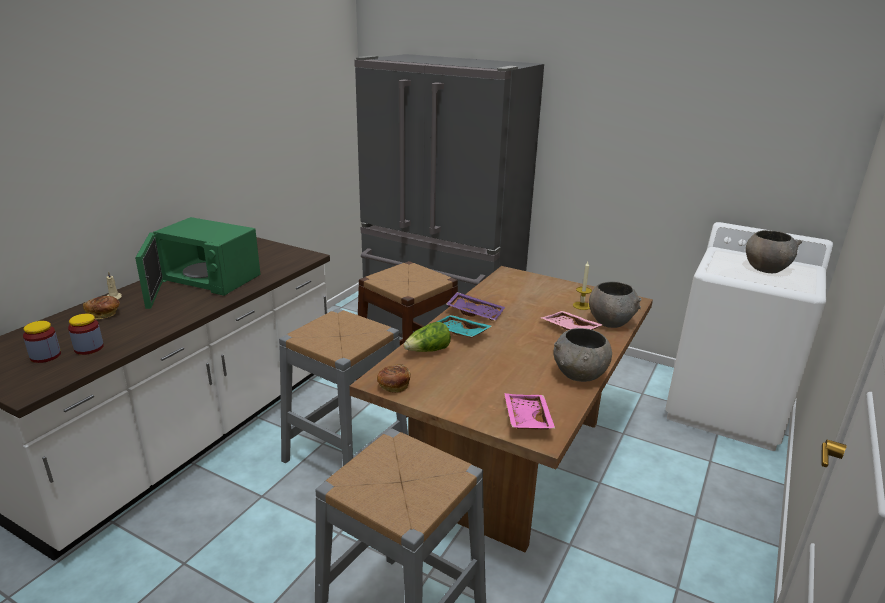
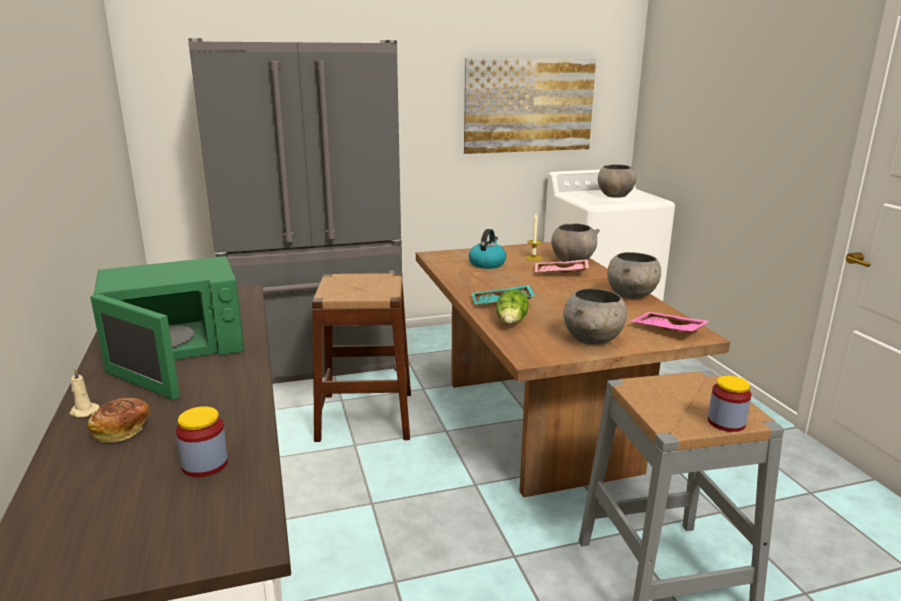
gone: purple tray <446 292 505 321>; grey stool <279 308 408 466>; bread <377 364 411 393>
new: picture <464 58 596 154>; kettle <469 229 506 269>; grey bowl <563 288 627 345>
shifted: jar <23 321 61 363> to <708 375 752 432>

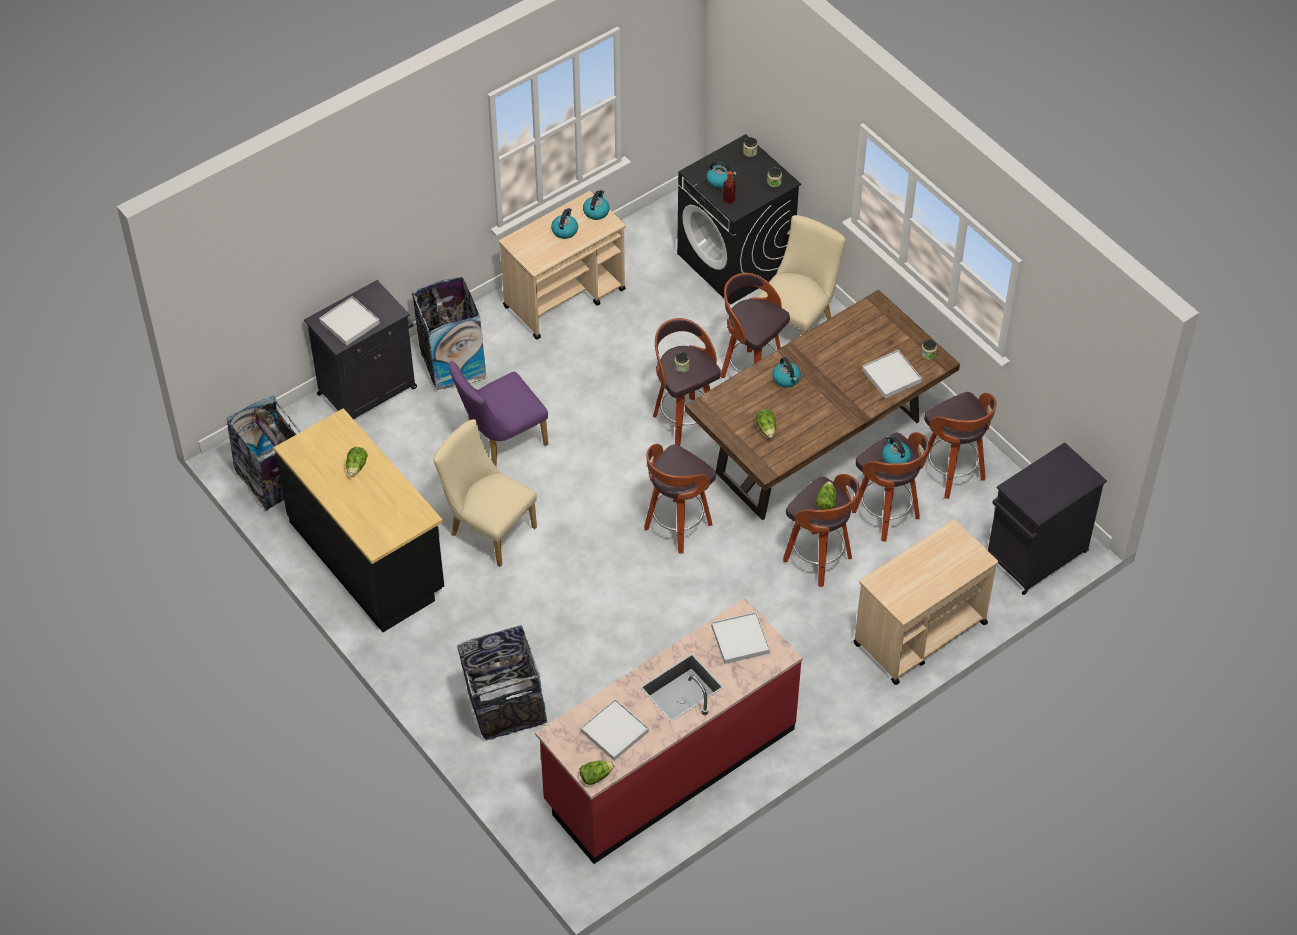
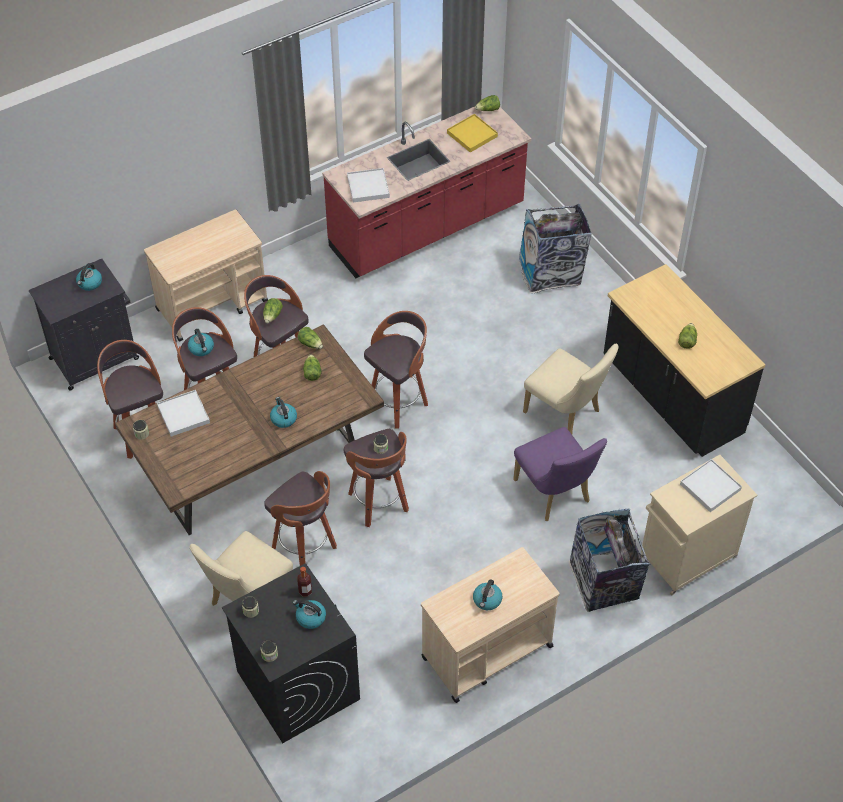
gone: trash can <226 395 301 510>
new: lettuce <298 327 323 349>
shifted: kettle <583 190 610 220> to <76 263 102 291>
repainted: black cabinet <304 280 417 419> to beige cabinet <641 455 757 595>; white tray <580 699 649 761> to yellow tray <447 114 498 153>
rotated: purple chair <449 361 548 466> = <513 427 607 521> 90 degrees clockwise

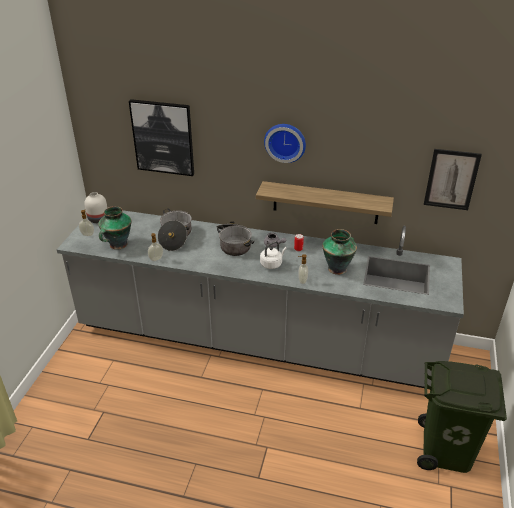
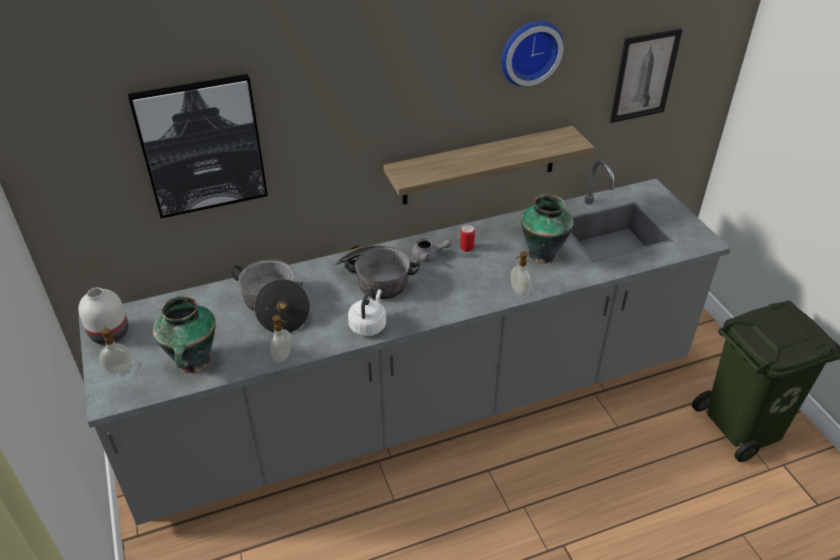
shifted: wall clock <264 124 306 163> to <501 21 564 86>; white kettle <260 241 287 269> to <348 287 386 336>

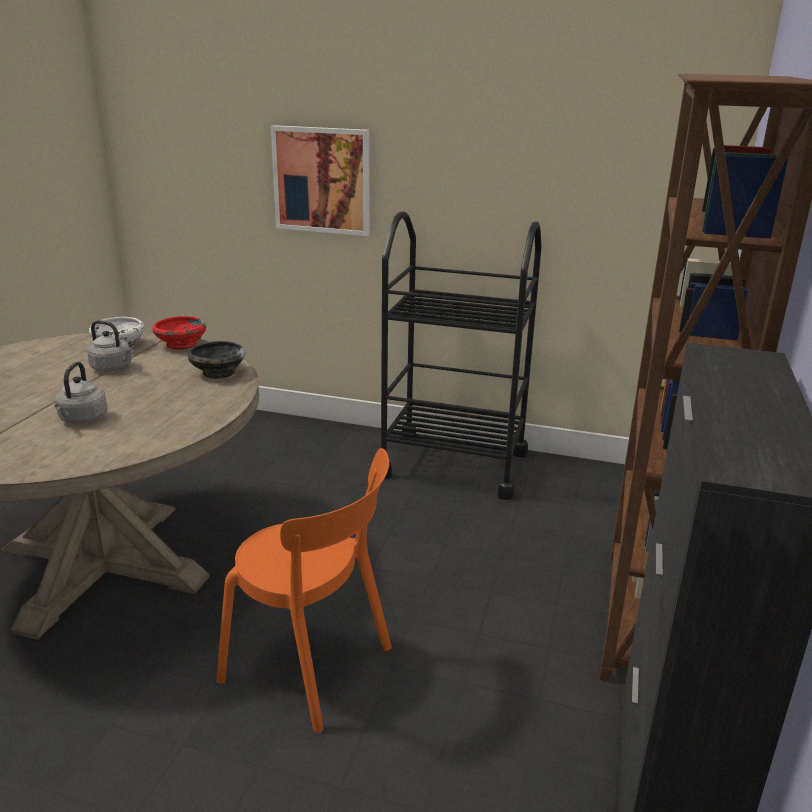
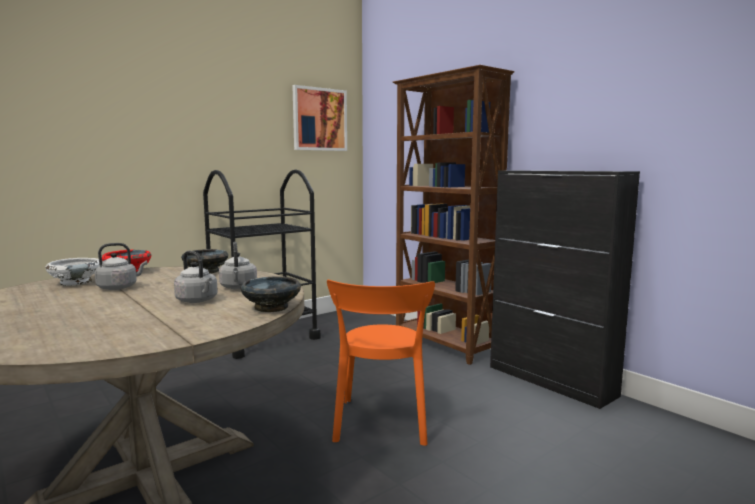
new: grey kettle <219 242 257 289>; black bowl <241 276 301 312>
shifted: picture <271 125 370 236> to <292 85 347 151>
rotated: orange chair <216 448 392 733> = <327 280 435 446> 120 degrees clockwise

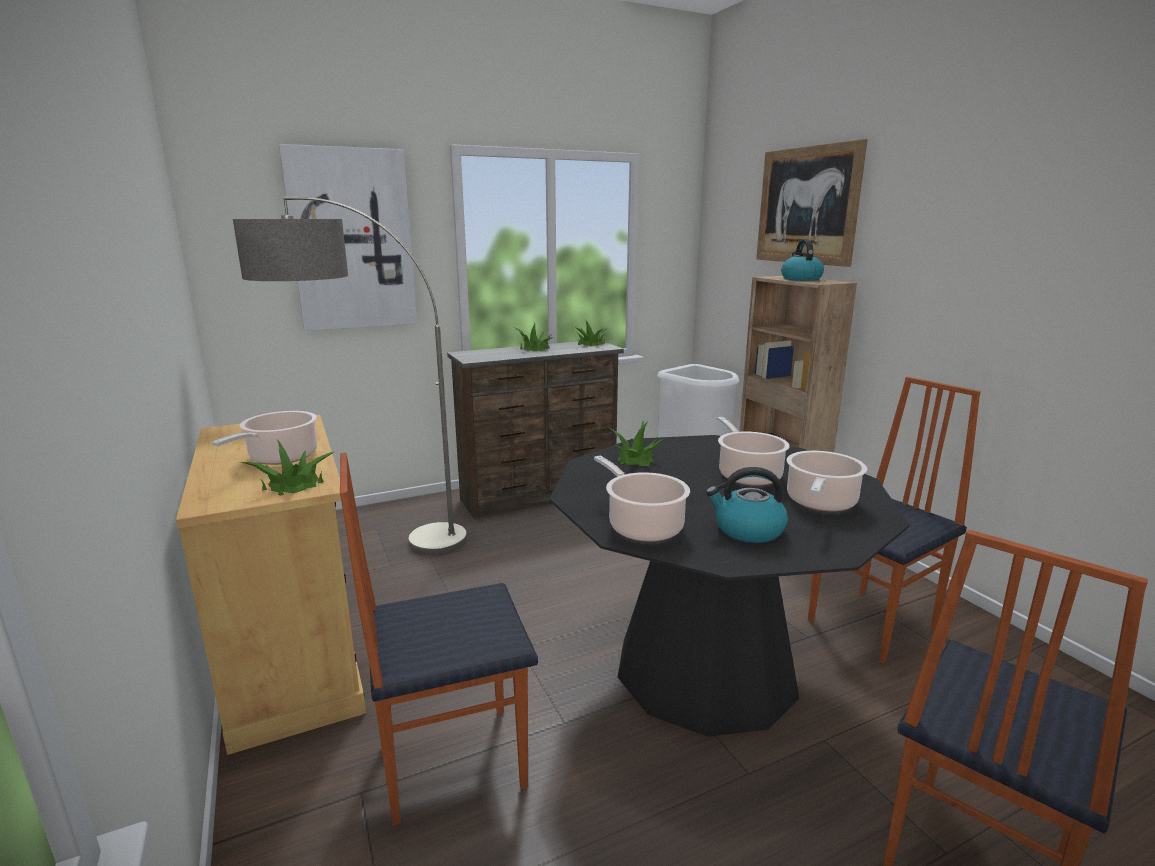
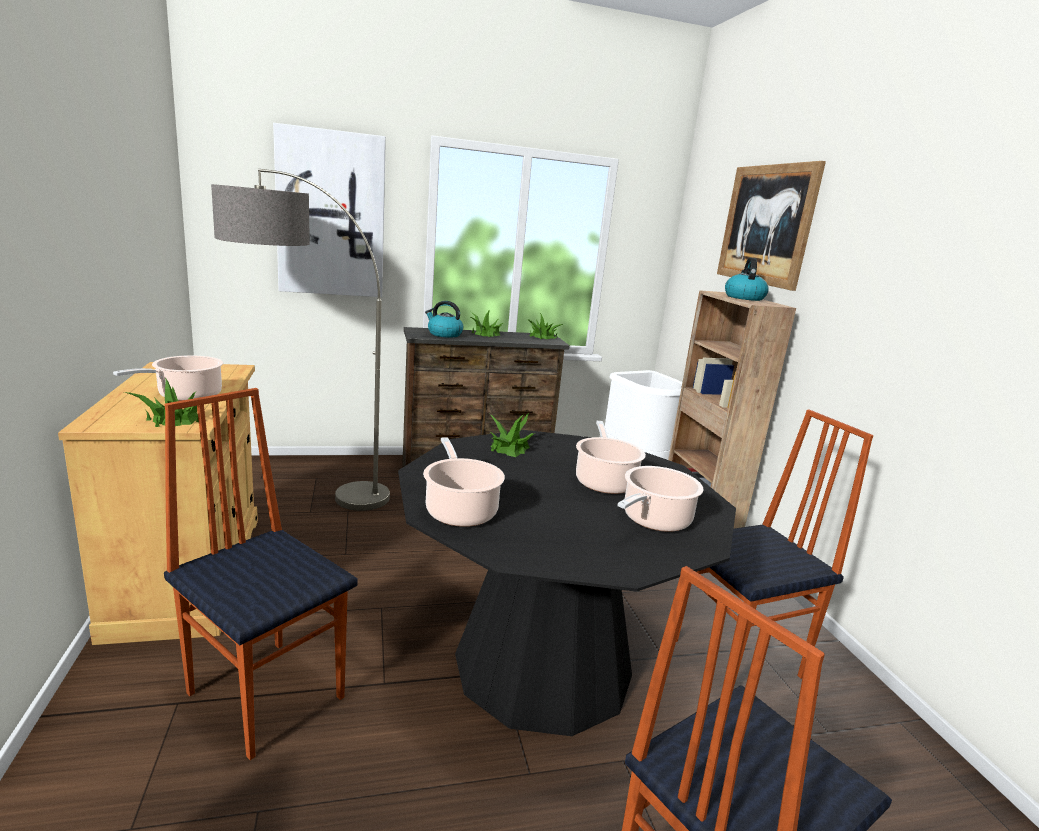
shifted: kettle <706 467 788 543> to <425 301 463 338>
rotated: chair <340 452 538 825> = <164 388 358 760> 45 degrees clockwise

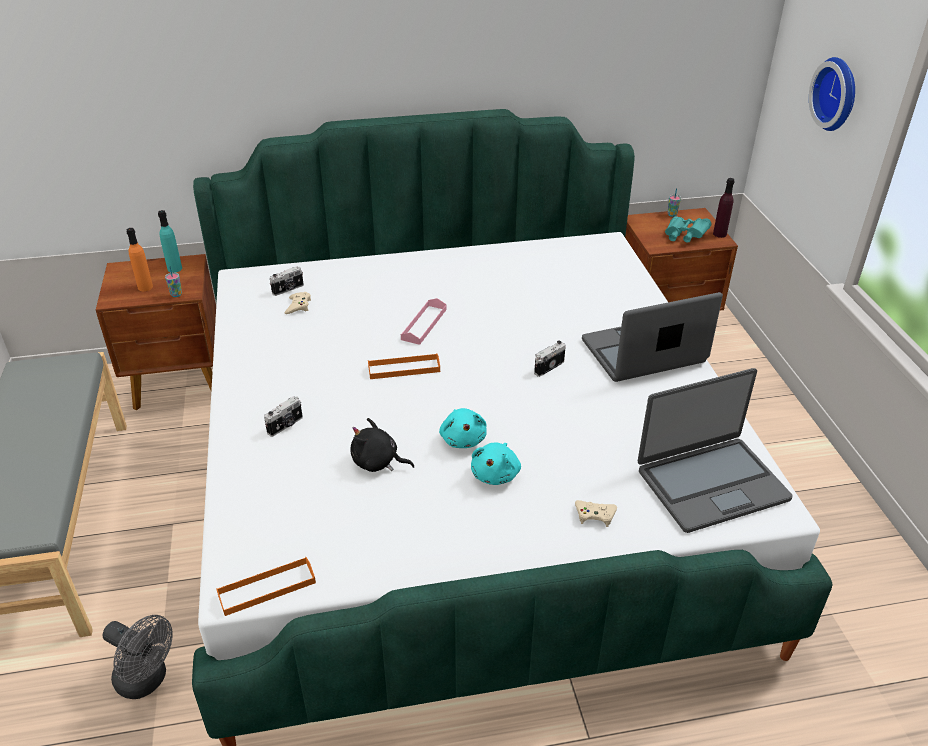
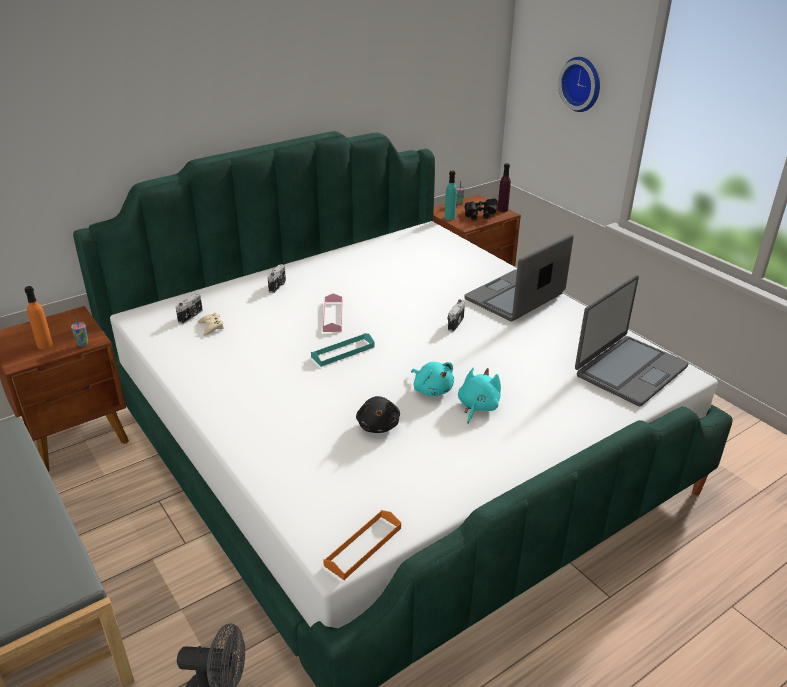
gone: beige game controller <575 500 617 527>
shifted: turquoise bottle <158 210 182 272> to <445 171 457 220>; photo camera <264 396 303 437> to <268 264 286 293>
repainted: turquoise binoculars <665 216 712 243> to black binoculars <465 198 498 220>; orange tray <368 353 440 379> to turquoise tray <311 333 375 367>
rotated: black plush toy <350 418 414 472> = <356 396 400 433> 90 degrees counterclockwise; turquoise plush toy <471 443 521 485> = <458 368 501 423> 150 degrees counterclockwise

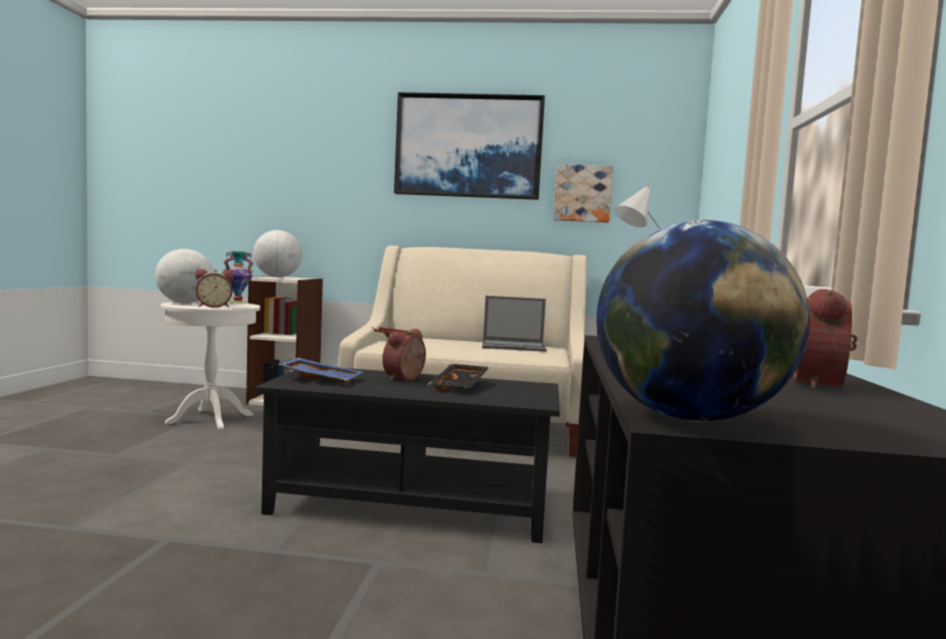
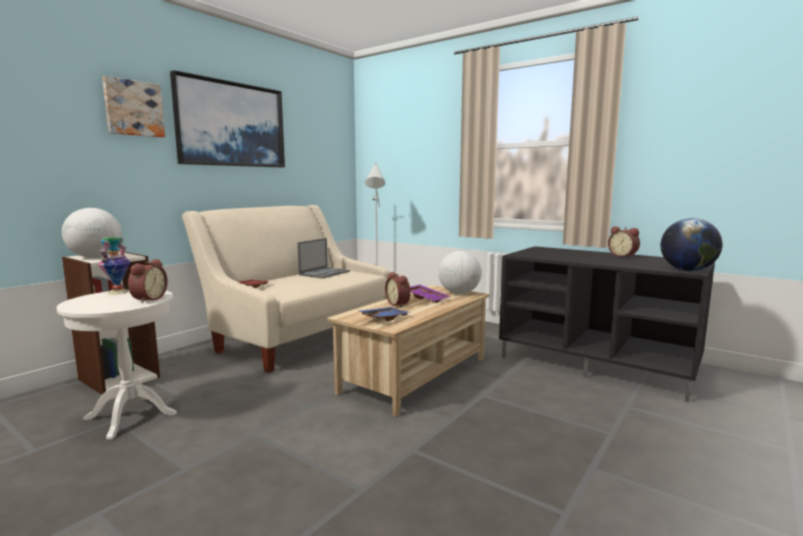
shifted: picture <553 164 613 223> to <102 76 165 137>; globe <155 249 214 303> to <438 251 482 294>
repainted: black tray <429 364 489 392> to purple tray <410 285 450 303>; black coffee table <254 368 560 543> to beige coffee table <327 285 490 417>

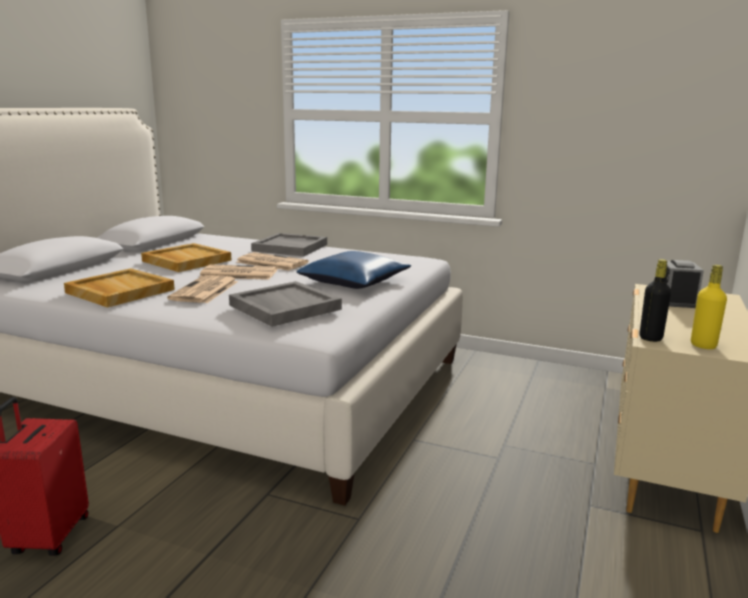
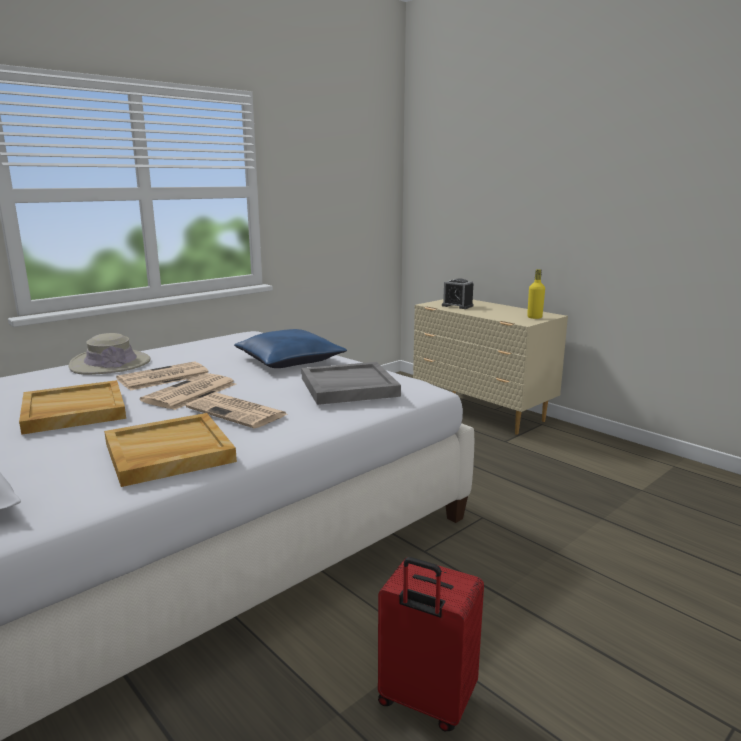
gone: black bottle <640 259 671 342>
swapped: grey tray <251 233 327 256> to beige hat <68 333 151 375>

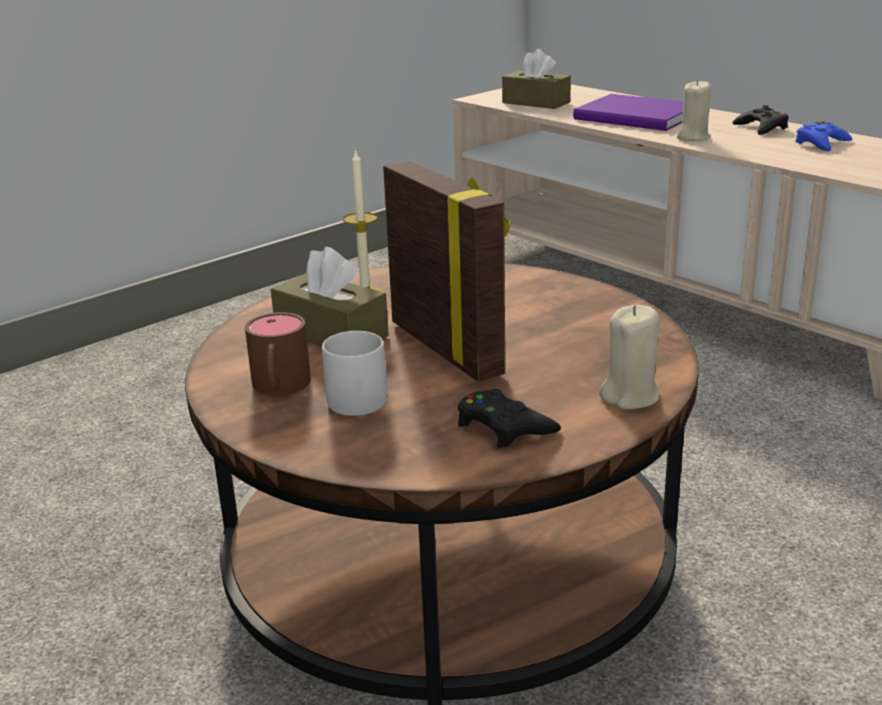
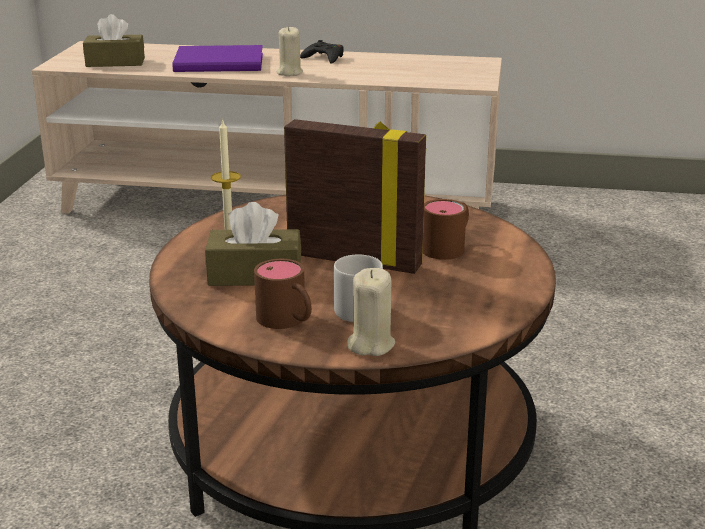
gone: blue game controller <795 121 852 151>; black game controller <458 389 561 448>
new: brown mug <422 199 469 260>
shifted: beige candle <599 304 660 409> to <347 268 395 356>

